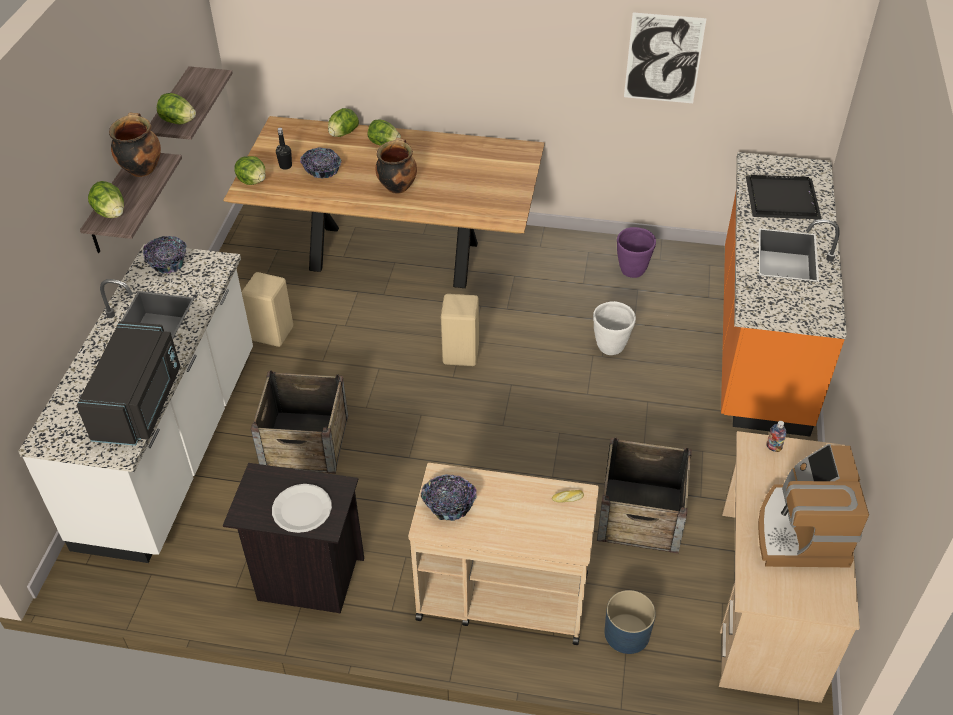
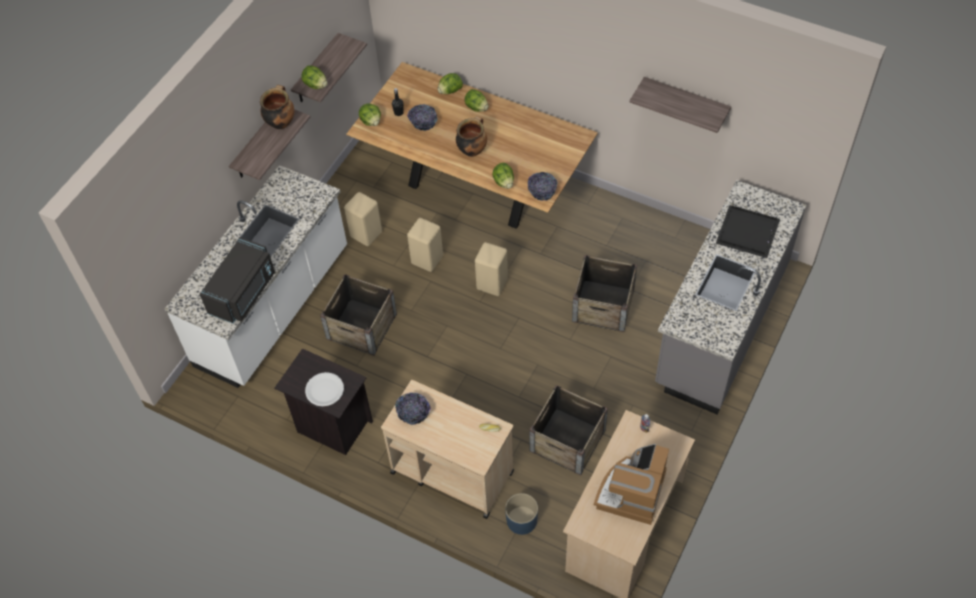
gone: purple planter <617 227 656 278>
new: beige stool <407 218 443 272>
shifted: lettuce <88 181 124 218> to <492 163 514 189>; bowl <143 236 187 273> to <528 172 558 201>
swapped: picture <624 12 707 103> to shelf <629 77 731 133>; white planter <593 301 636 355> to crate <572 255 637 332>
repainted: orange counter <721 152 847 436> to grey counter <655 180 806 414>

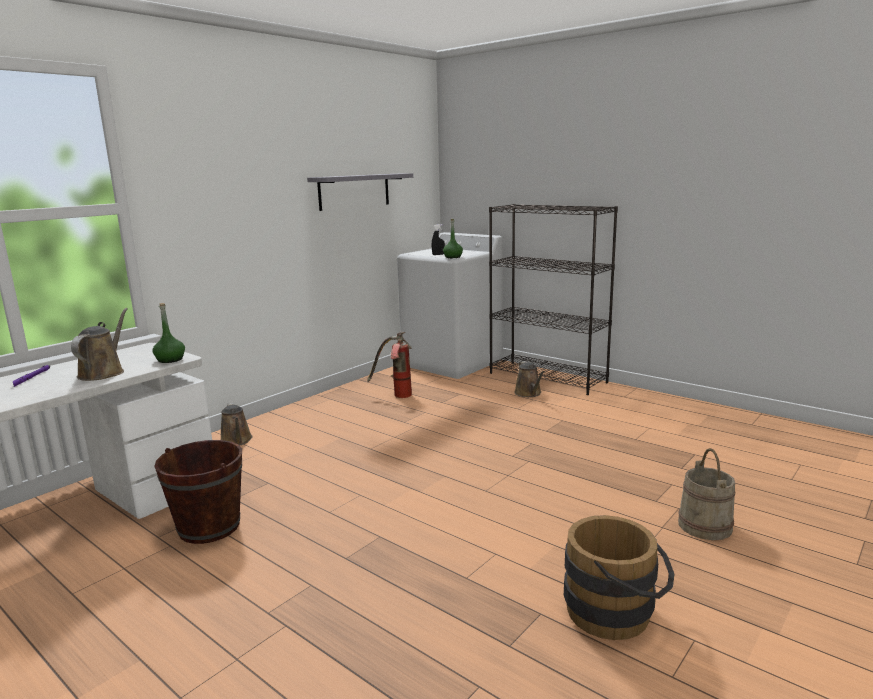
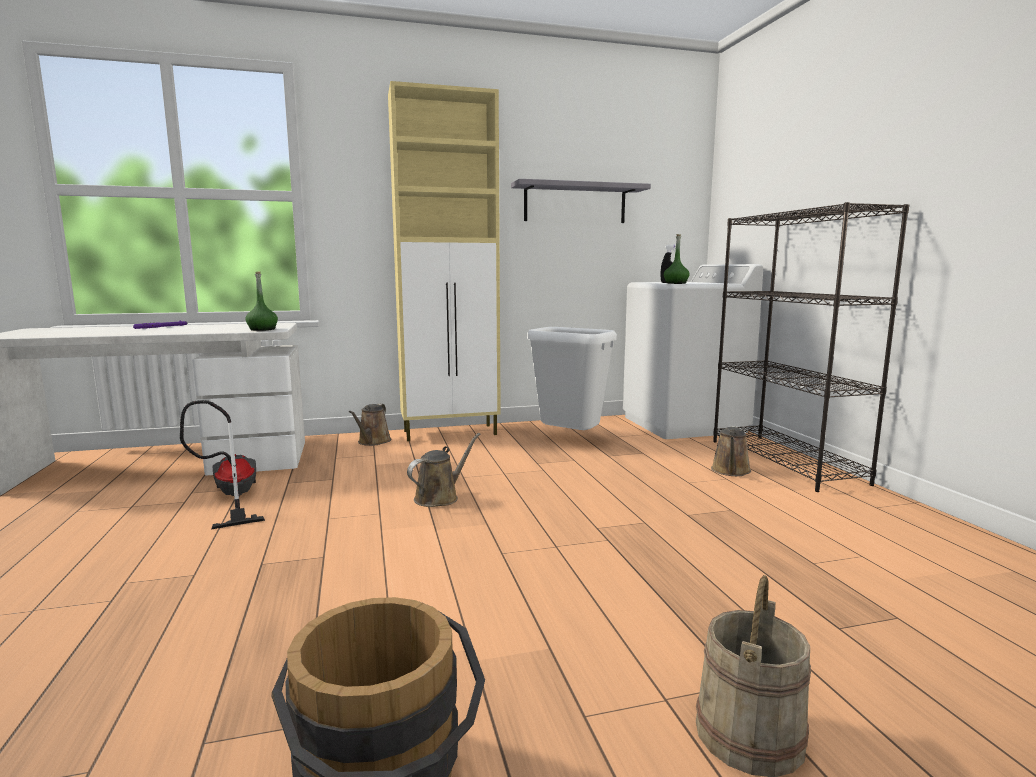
new: beige cabinet <388 81 501 441>
shifted: brown watering can <71 308 128 381> to <407 433 480 507>
swapped: fire extinguisher <367 332 412 398> to white trash can <527 327 617 430>; brown bucket <154 440 242 544> to vacuum cleaner <179 400 265 529>

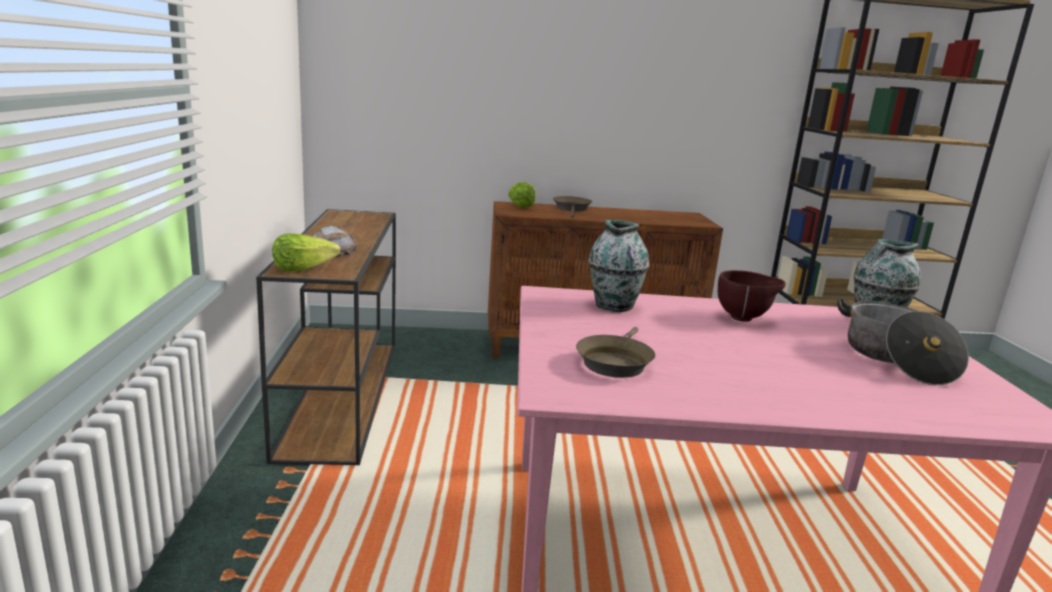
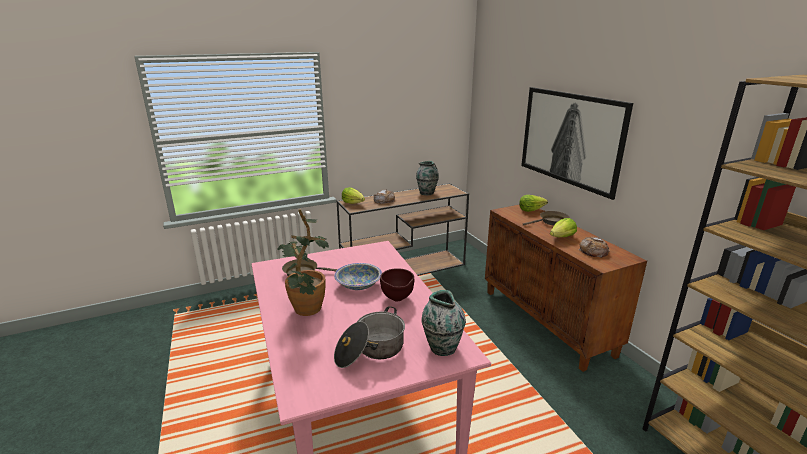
new: picture <521 87 633 200>; potted plant <277 209 329 316>; lettuce <550 218 577 237>; bread <579 237 610 258>; bowl <334 263 382 290>
shifted: vase <588 220 649 312> to <416 161 439 195>

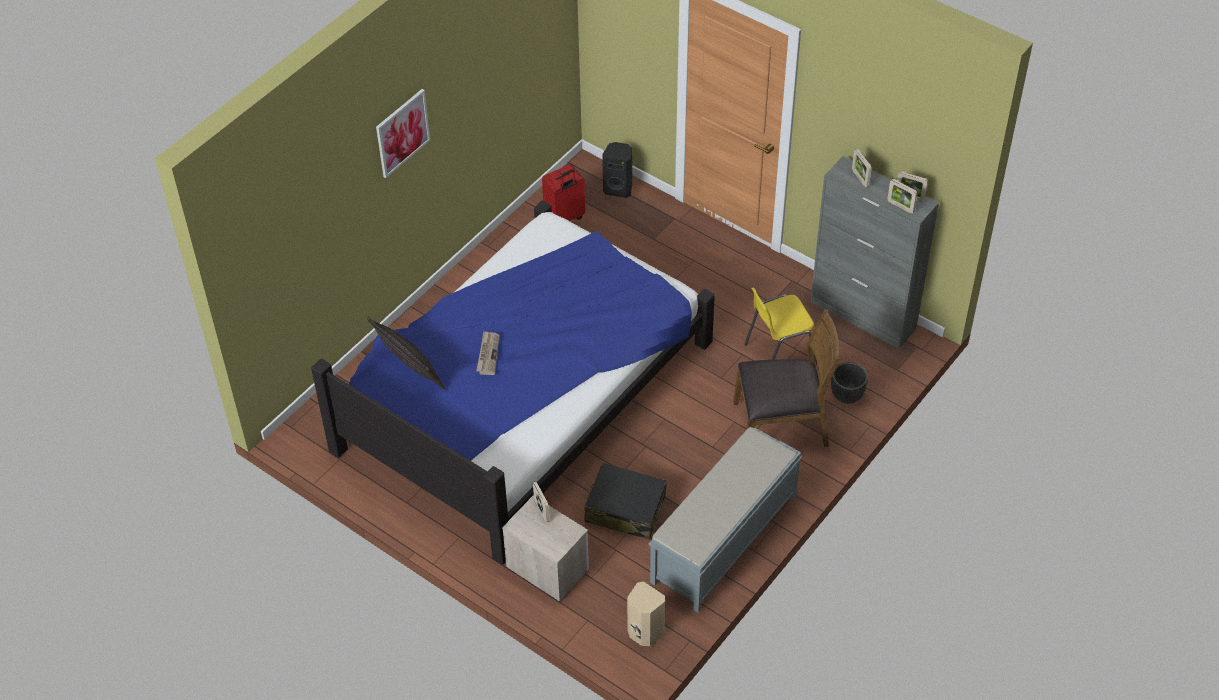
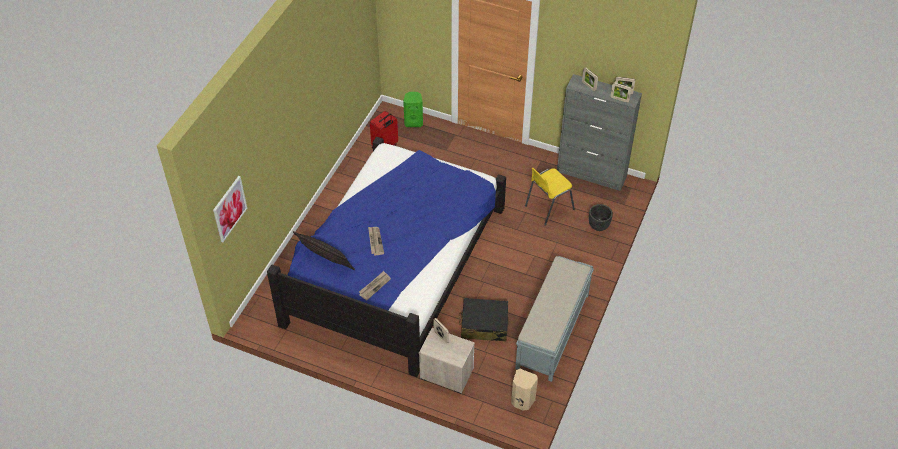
gone: brown chair <733 309 840 447>
new: newspaper <359 271 391 300>
shifted: picture <376 89 430 178> to <213 176 247 242>
repainted: black speaker <602 142 632 198> to green speaker <403 92 423 127>

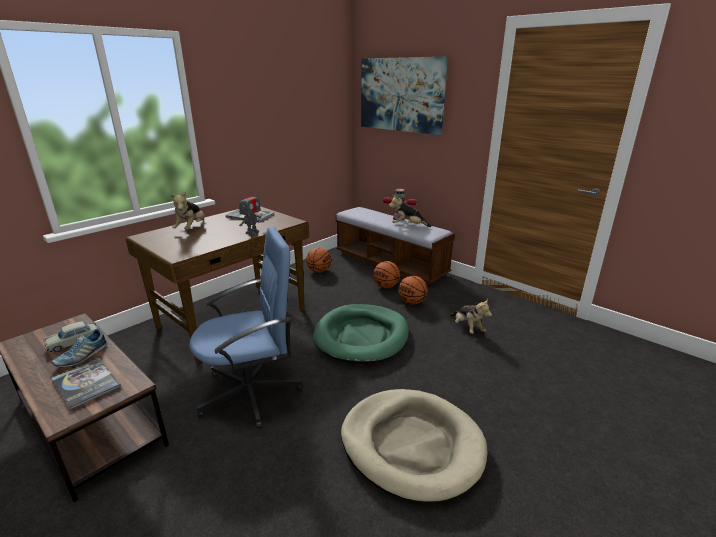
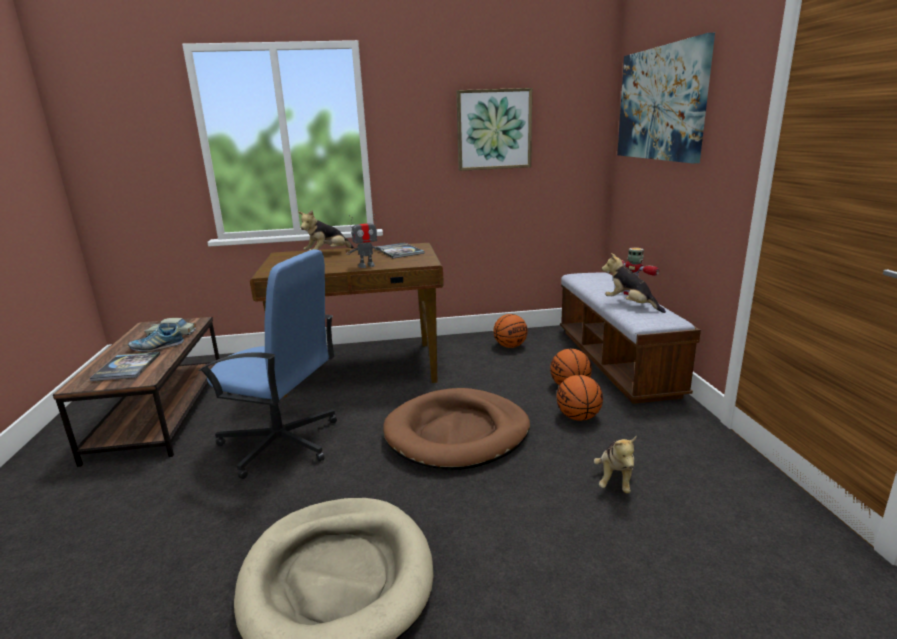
new: picture <456 88 532 171>
repainted: green dog bed <313 304 409 364> to brown dog bed <383 388 530 470>

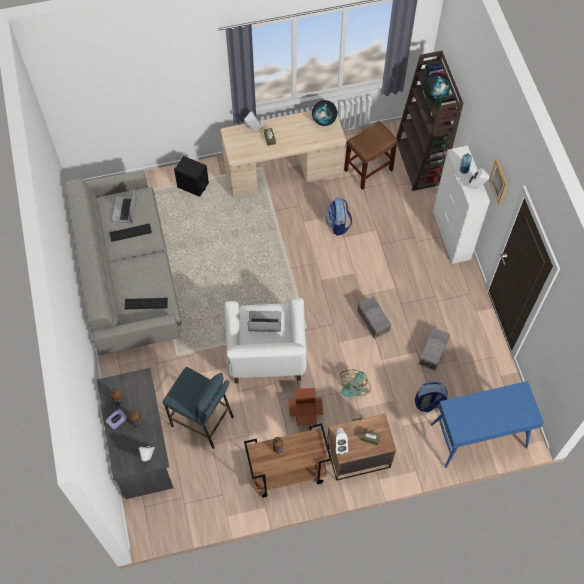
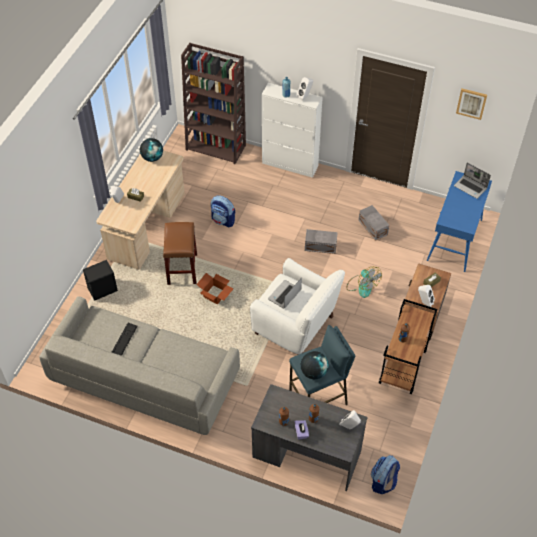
gone: keyboard <125 298 168 309>
shifted: globe <423 73 450 100> to <301 351 329 379>; brown stool <344 121 398 190> to <163 222 197 285>; picture <489 160 508 205> to <456 89 487 120>; laptop <112 187 137 223> to <454 163 491 199>; backpack <415 381 448 413> to <371 455 400 494>; cardboard box <289 388 323 426> to <196 273 234 305>

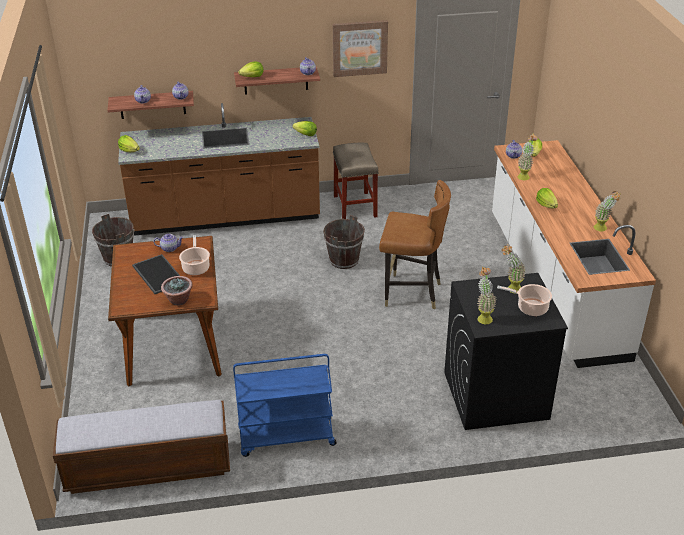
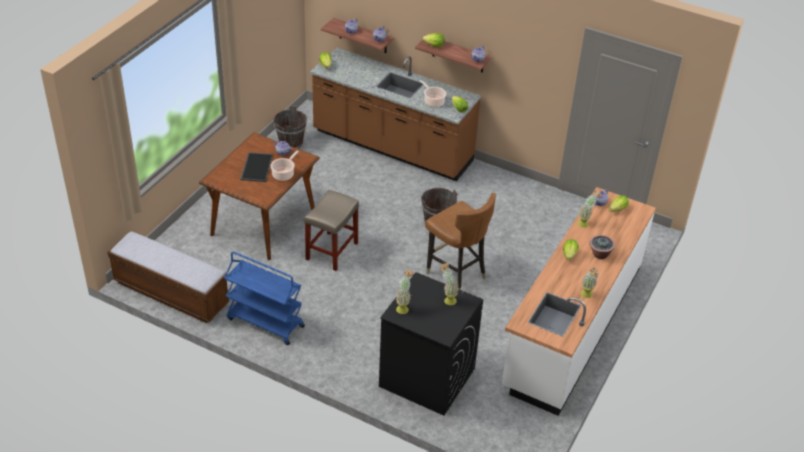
gone: picture <332 20 388 77>
shifted: beige stool <333 143 379 219> to <304 190 359 271>; potted plant <161 276 192 305> to <589 235 615 259>; cooking pot <497 284 552 316> to <420 80 446 107>

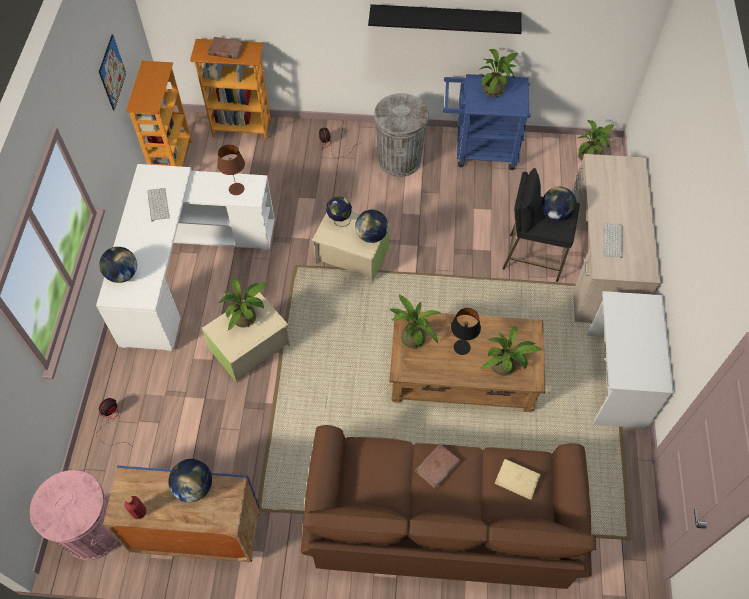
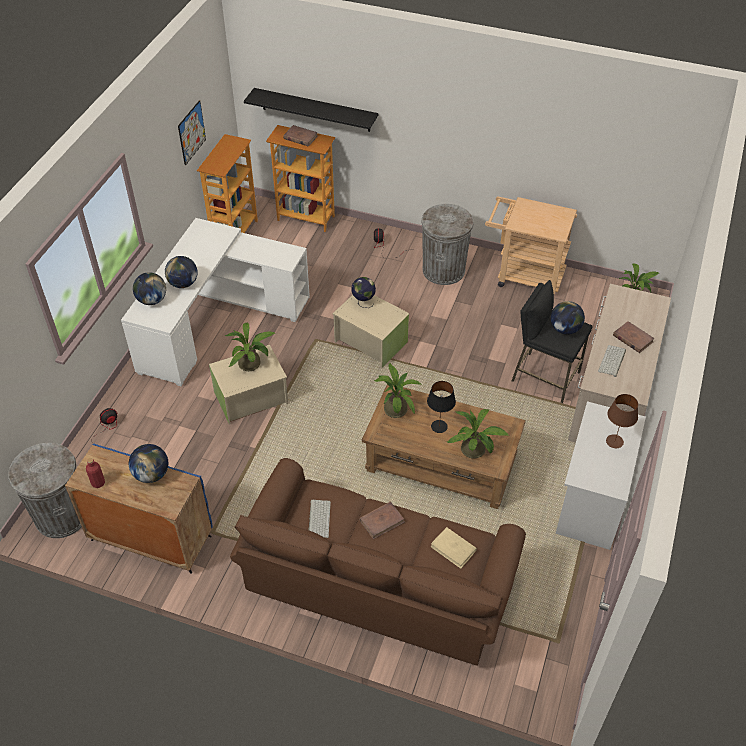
gone: potted plant <480 49 518 97>
new: brown book <613 321 655 353>
shifted: black shelf <368 4 522 34> to <244 88 378 132>; brown table lamp <217 144 245 195> to <606 394 638 448>; keyboard <147 188 170 222> to <308 500 331 538>; globe <355 210 388 243> to <165 256 198 288>
repainted: blue cart <442 74 531 170> to beige cart <485 196 577 294>; pink trash can <30 470 118 560> to grey trash can <8 443 82 538>

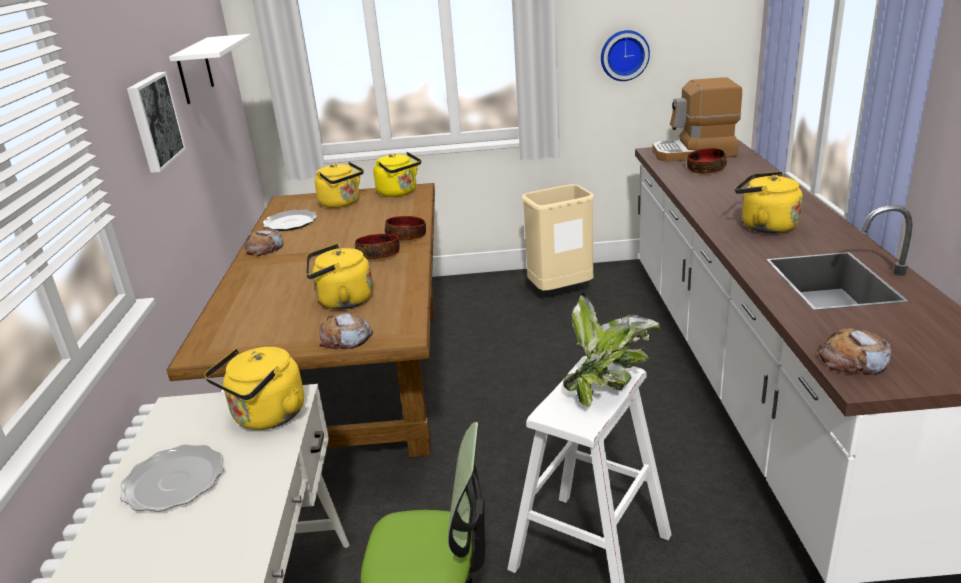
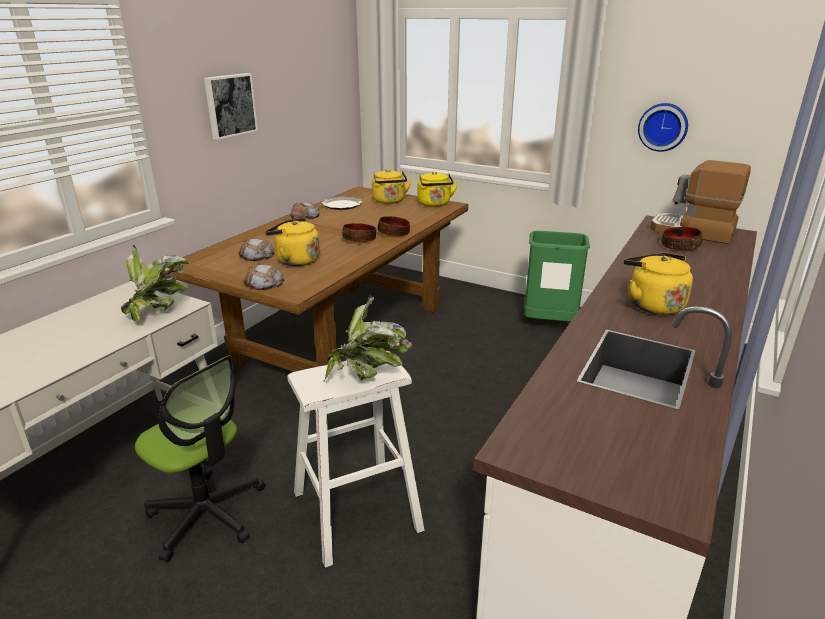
gone: white shelf <169 34 251 104>; plate <120 445 224 512>
shifted: bread <819 328 892 375> to <239 238 275 261>
swapped: yellow kettle <204 347 304 430> to potted plant <121 245 189 322>
repainted: beige trash can <522 184 595 291> to green trash can <524 231 590 321>

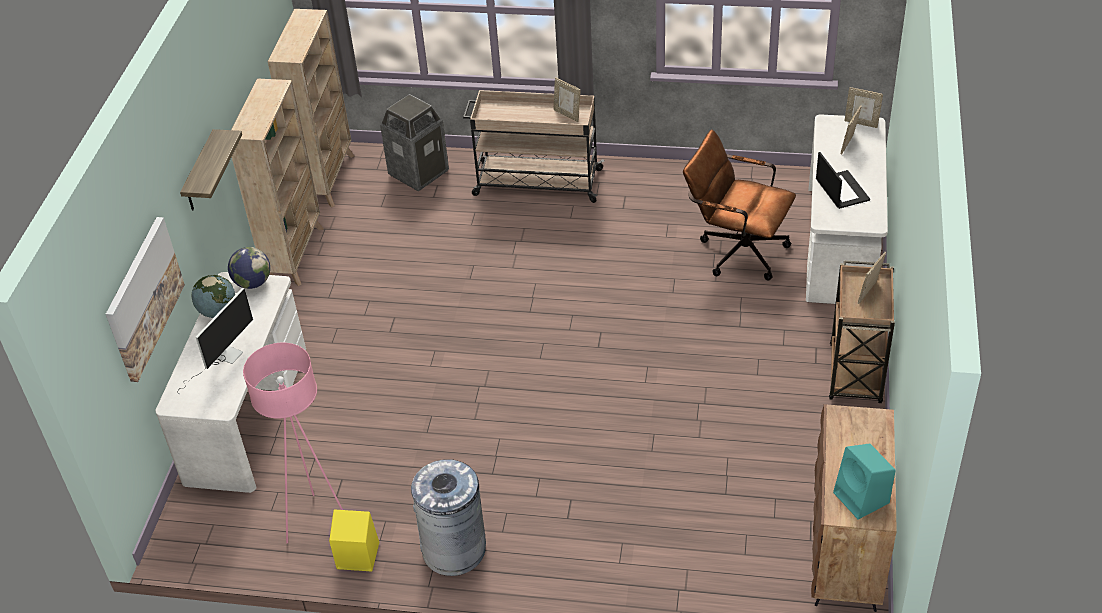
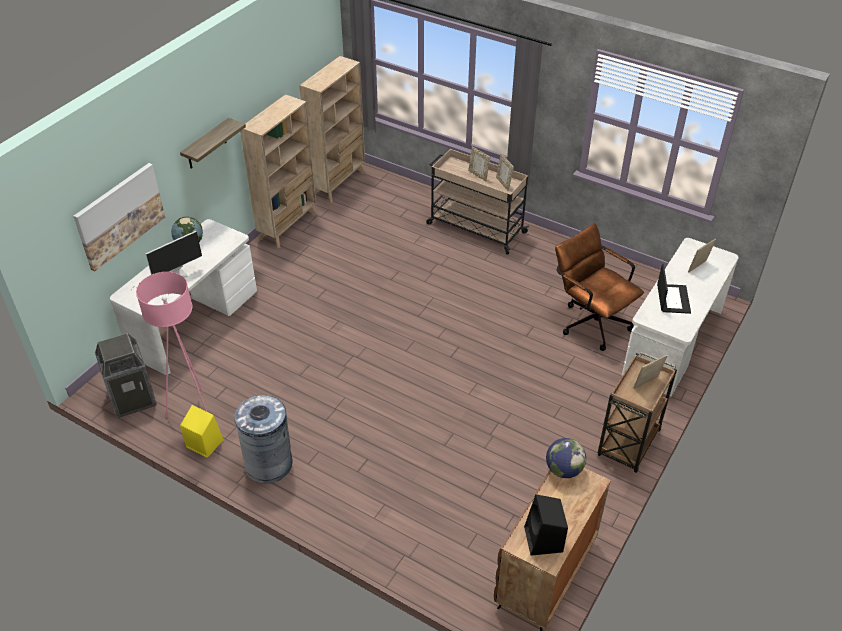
shifted: picture frame <844 87 883 128> to <468 146 490 182>; trash can <380 94 449 192> to <95 333 157 418>; globe <228 247 270 289> to <546 438 586 478>
repainted: turquoise speaker <833 443 896 520> to black speaker <524 494 568 556>

